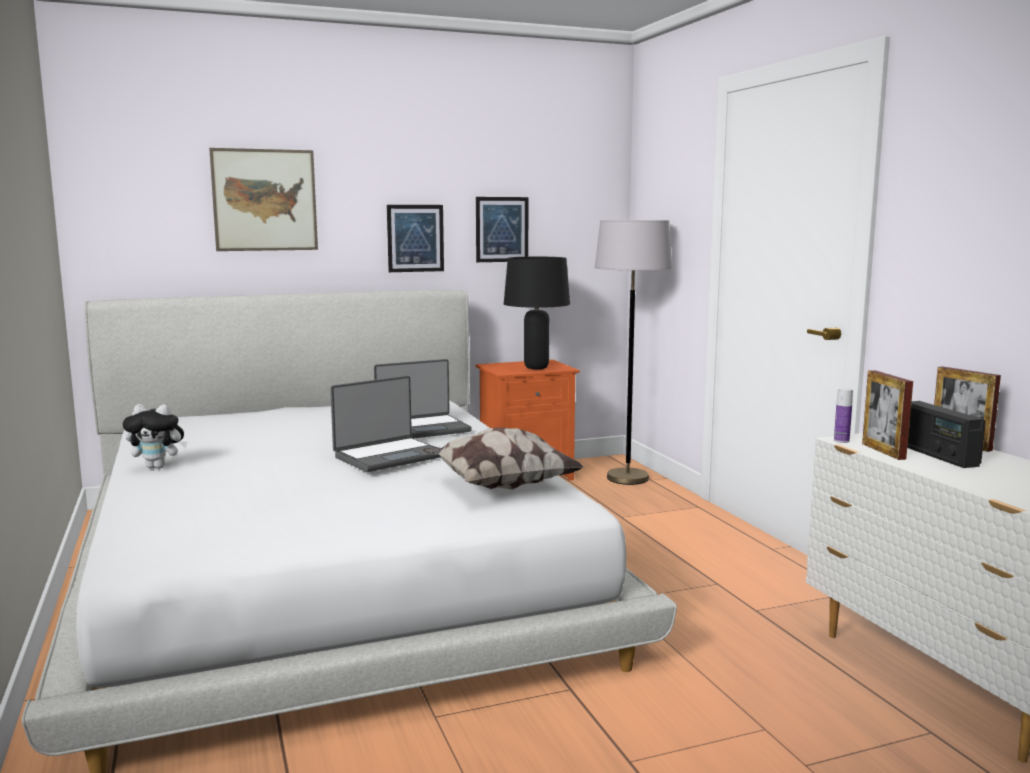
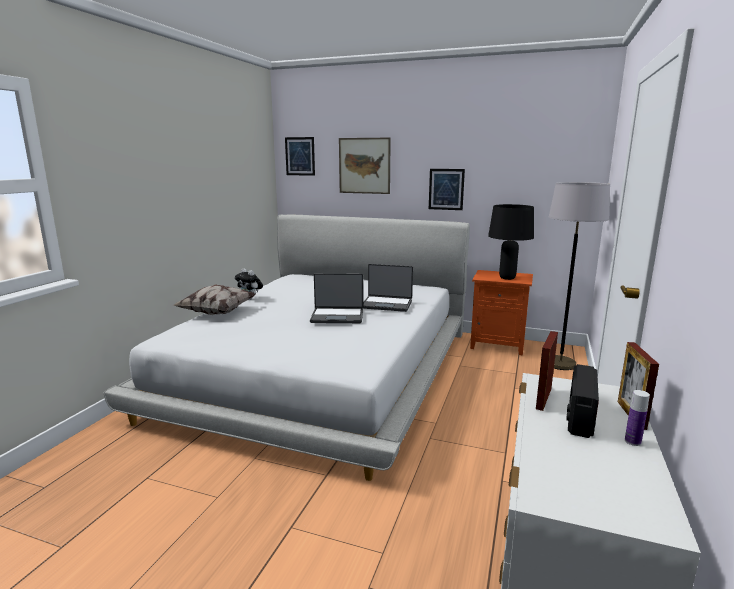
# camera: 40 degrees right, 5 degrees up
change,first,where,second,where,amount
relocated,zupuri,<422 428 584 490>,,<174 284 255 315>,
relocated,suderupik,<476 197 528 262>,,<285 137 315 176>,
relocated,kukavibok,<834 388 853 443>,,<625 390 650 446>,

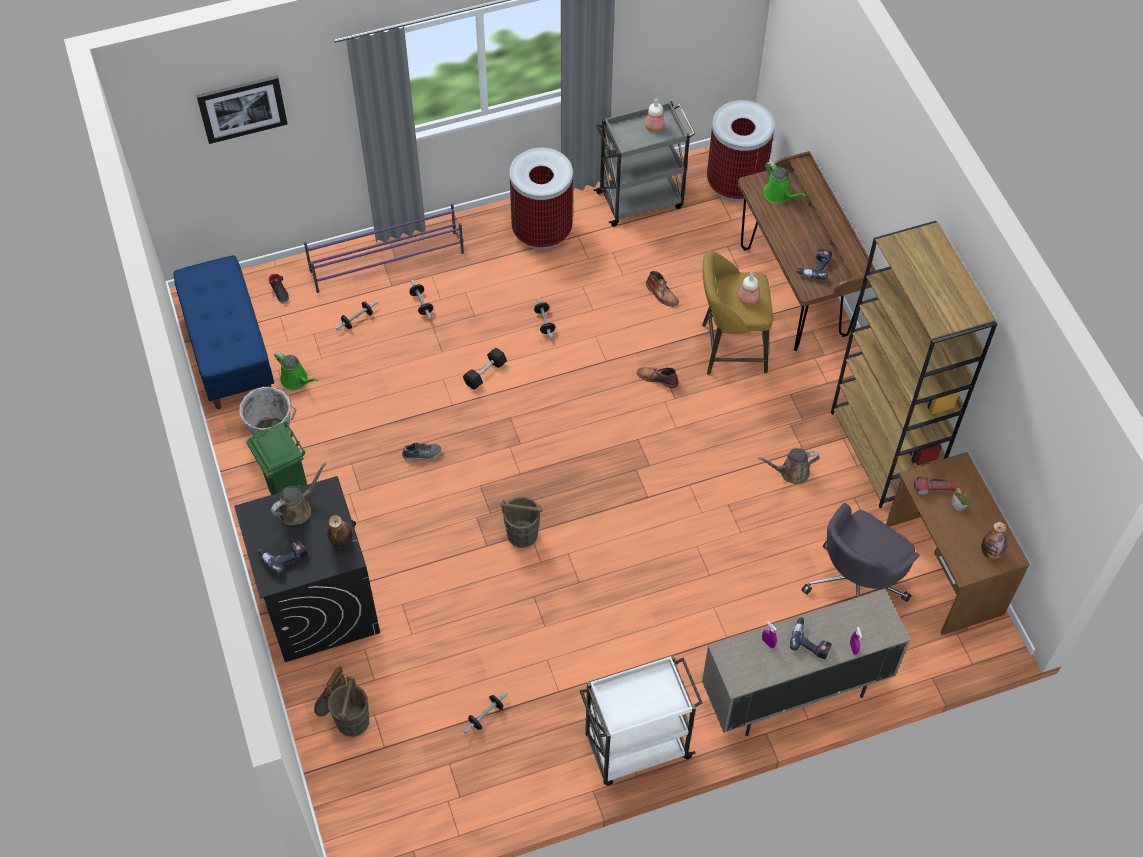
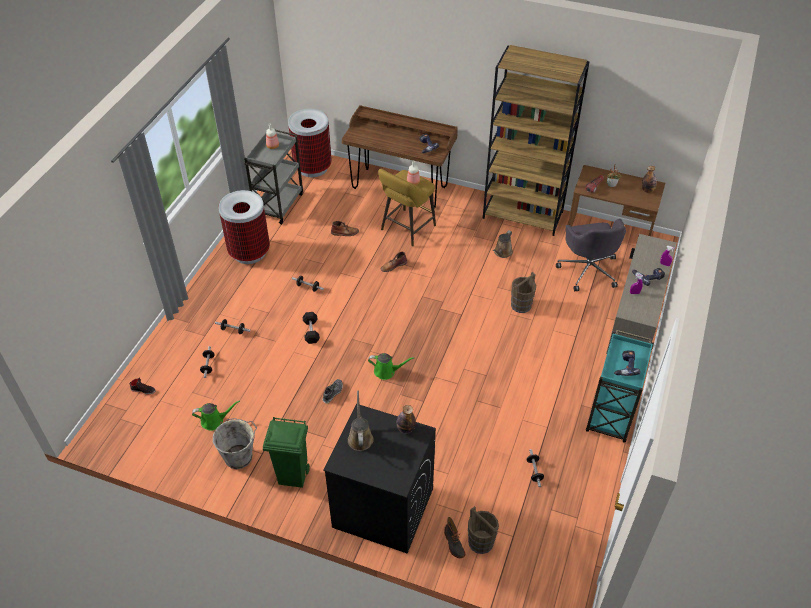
# camera: 50 degrees left, 10 degrees down
change,first,where,second,where,amount
missing,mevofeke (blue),<173 255 274 409>,,,
missing,suderupik,<196 75 288 144>,,,
missing,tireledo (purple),<304 203 464 293>,,,
relocated,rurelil,<258 540 308 575>,,<614 350 641 376>,
relocated,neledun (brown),<500 496 542 548>,,<511 272 536 313>,
relocated,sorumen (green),<764 161 806 204>,,<368 353 414 380>,
colour,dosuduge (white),<580 655 702 786>,dosuduge (turquoise),<586 330 654 443>,

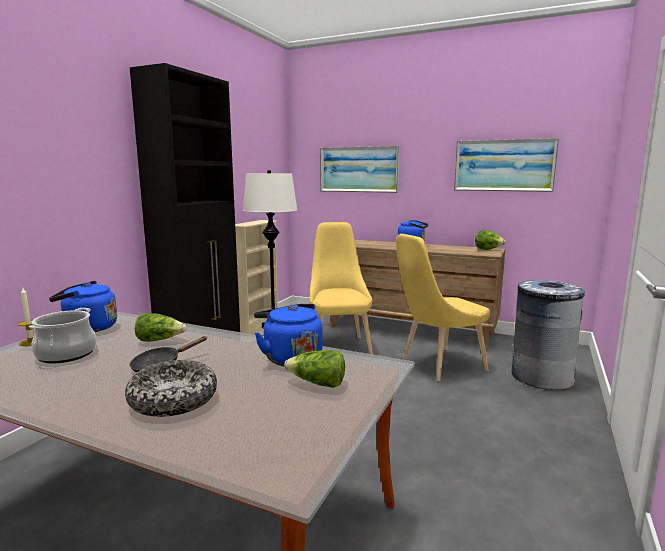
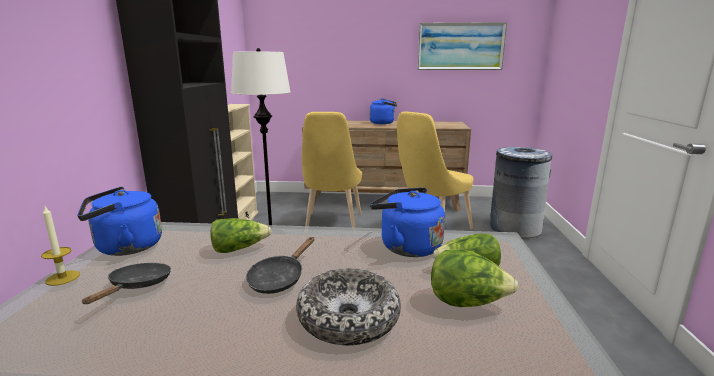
# camera: 20 degrees left, 5 degrees up
change,first,where,second,where,amount
missing,suderupik,<320 146 400 193>,,,
relocated,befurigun,<475 230 506 250>,,<431 250 518 307>,
exchanged,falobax,<29 308 97 363>,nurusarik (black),<82 263 171 304>,
spun,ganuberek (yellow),<310 222 373 355>,,<302 112 362 228>,150 degrees counterclockwise

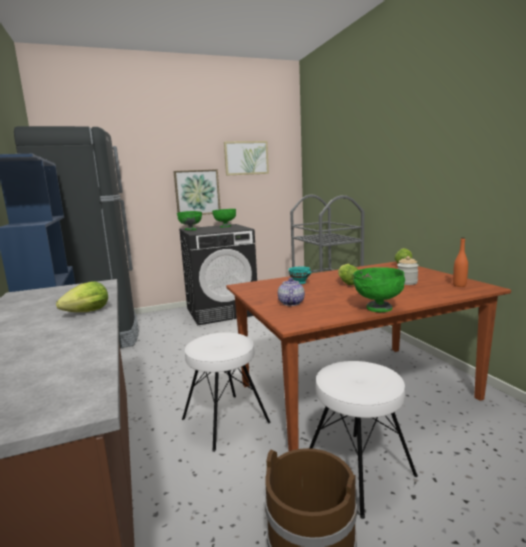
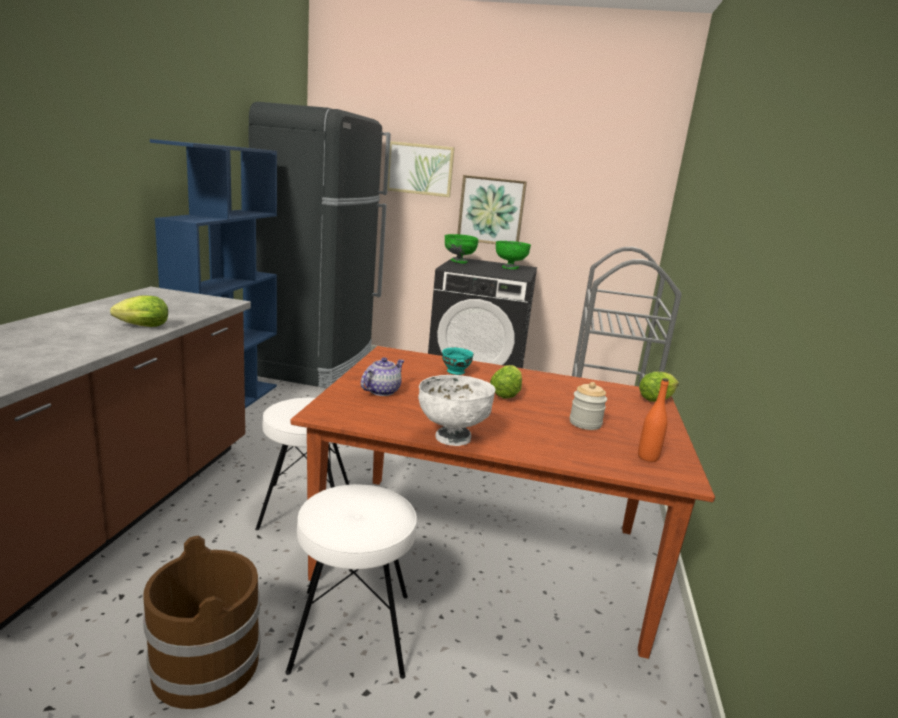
# camera: 30 degrees right, 5 degrees up
change,first,where,second,where,amount
relocated,suderupik,<224 141 269 176>,,<387 141 455 197>,
colour,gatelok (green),<353 267 405 312>,gatelok (white),<418 375 495 446>,

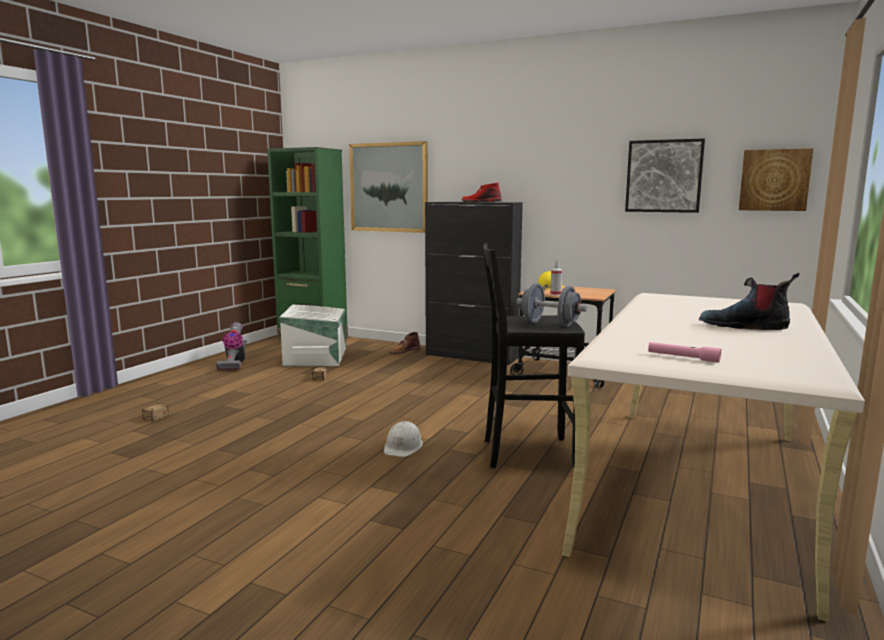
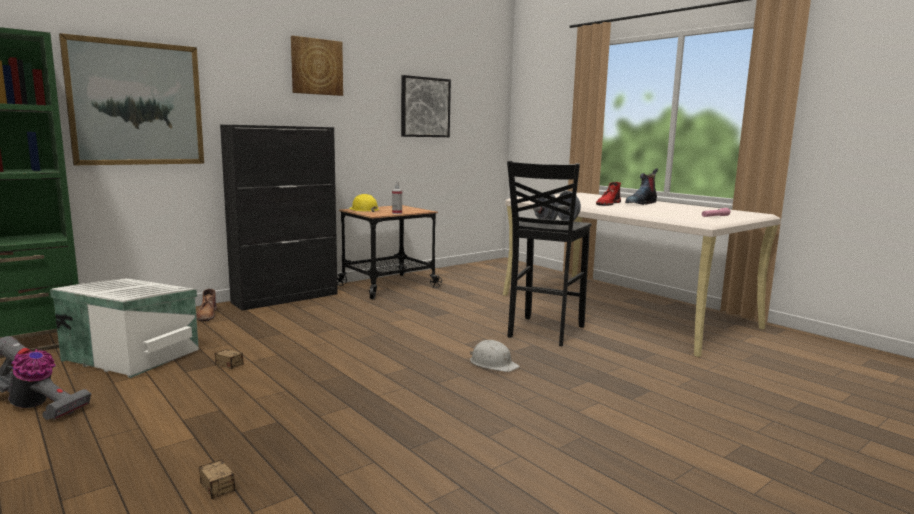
# camera: 65 degrees left, 0 degrees up
change,first,where,second,where,amount
relocated,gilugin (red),<462 183 502 202>,,<596 182 621 206>,
relocated,suderupik,<739 148 813 211>,,<291 36 343 96>,

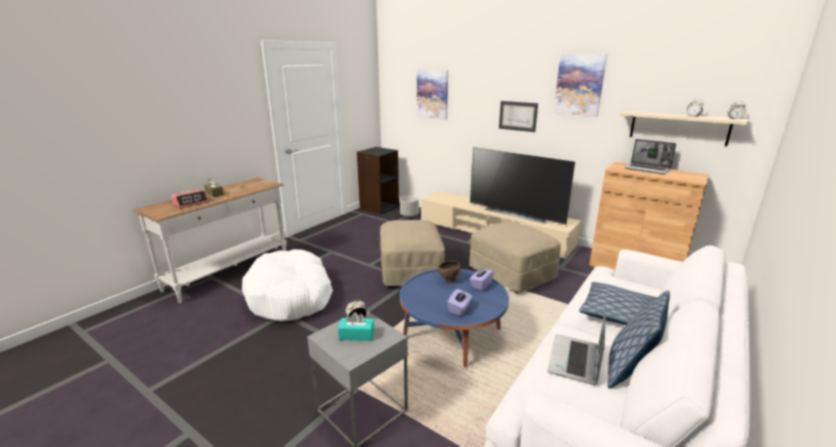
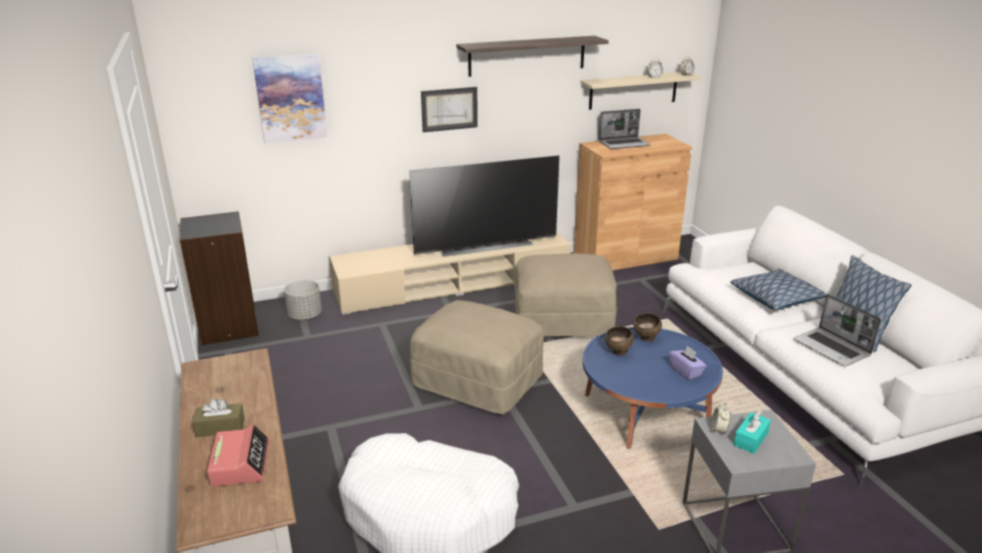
# camera: 55 degrees left, 5 degrees up
change,first,where,second,where,amount
exchanged,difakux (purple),<470 265 494 291>,gatelok (brown),<633 313 662 342>,
exchanged,suderupik,<553 54 607 117>,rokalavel,<456 36 609 77>,

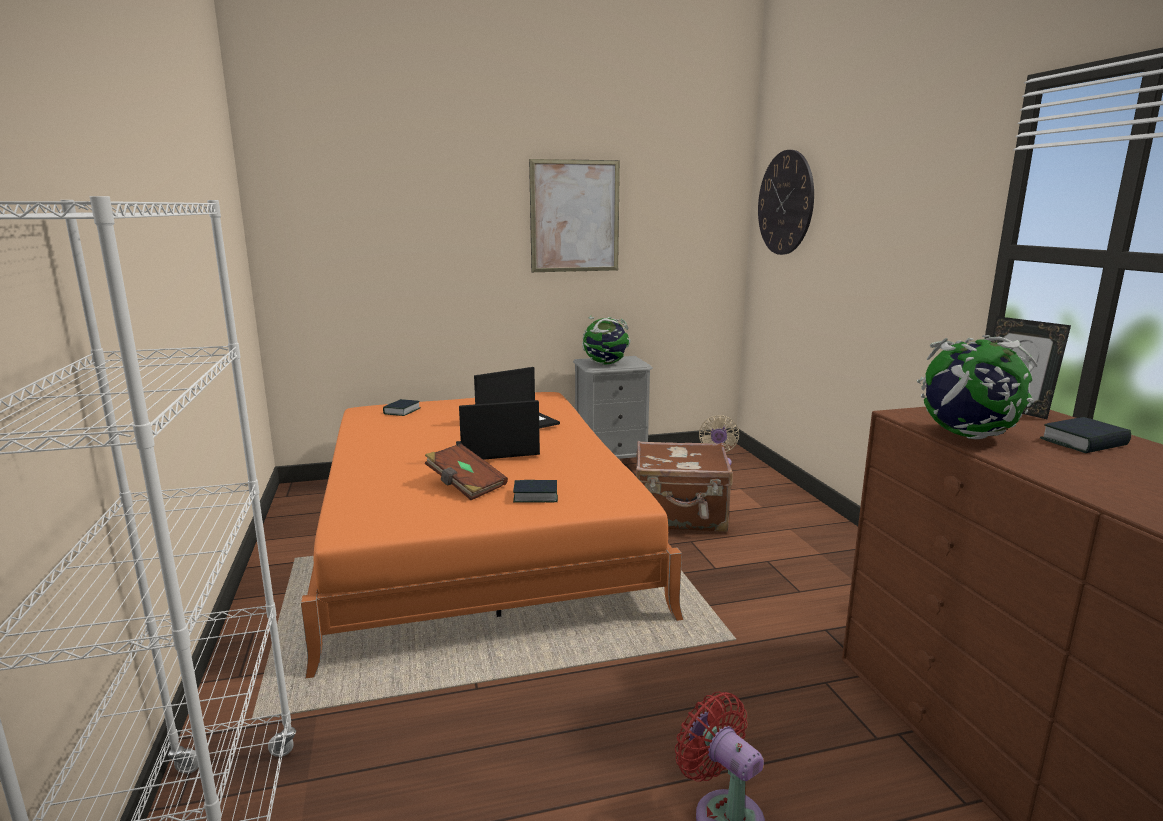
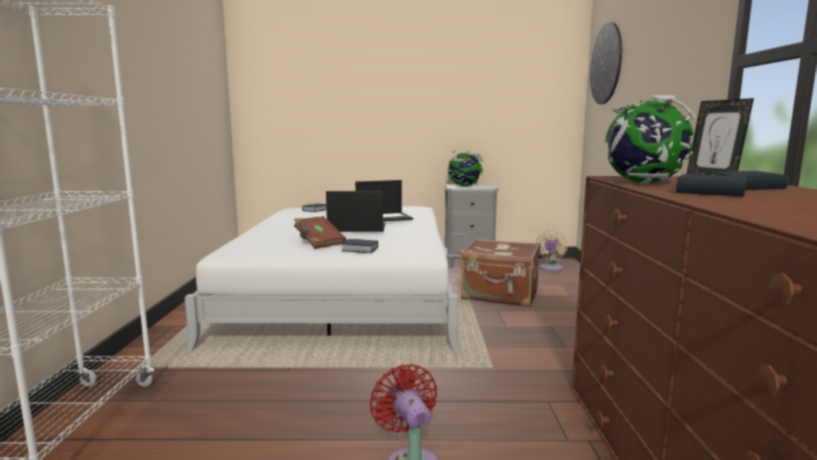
# camera: 15 degrees right, 5 degrees down
change,first,where,second,where,amount
missing,suderupik,<529 159 620 272>,,,
appeared,,,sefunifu,<676 174 747 197>,
colour,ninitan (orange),<301 392 684 678>,ninitan (white),<185 206 460 352>,

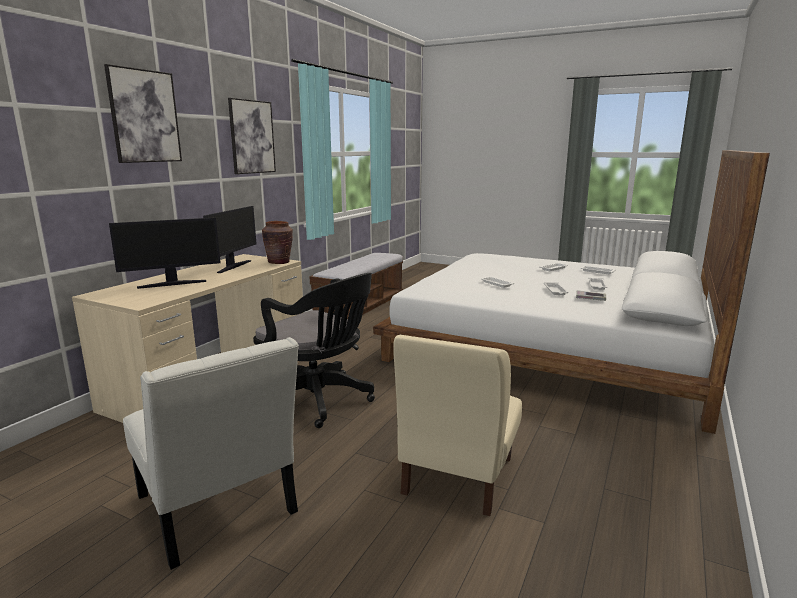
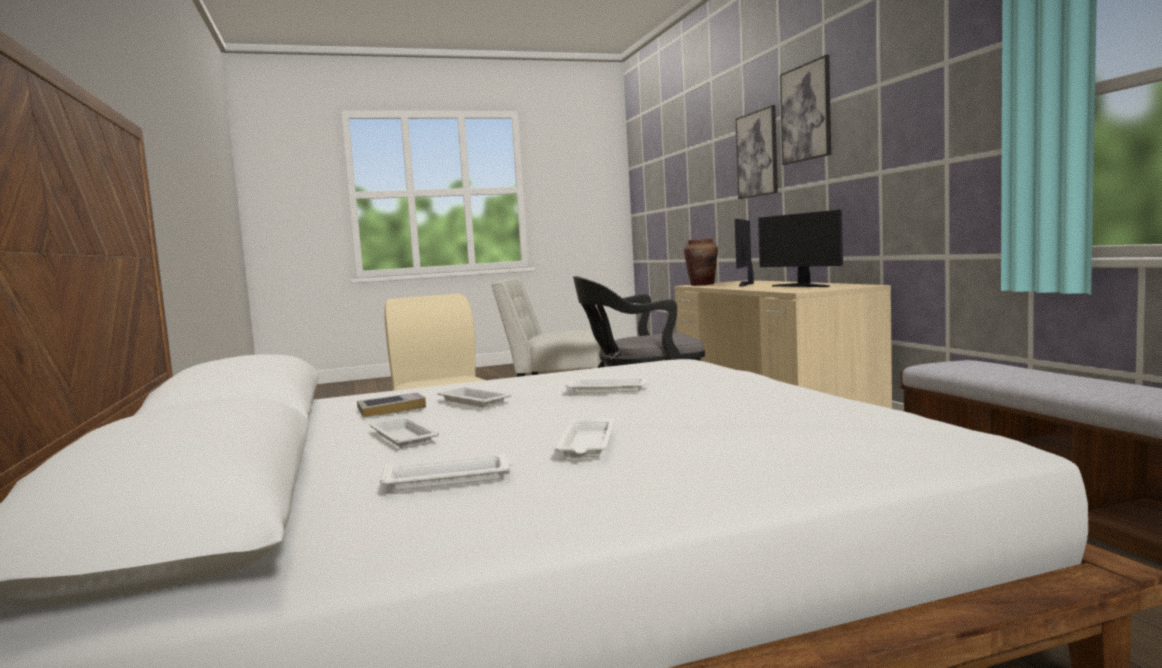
# camera: 135 degrees right, 10 degrees down
change,first,where,second,where,amount
relocated,suderupik,<228 98 276 174>,,<736 105 778 199>,
relocated,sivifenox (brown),<262 221 293 264>,,<684 239 718 286>,

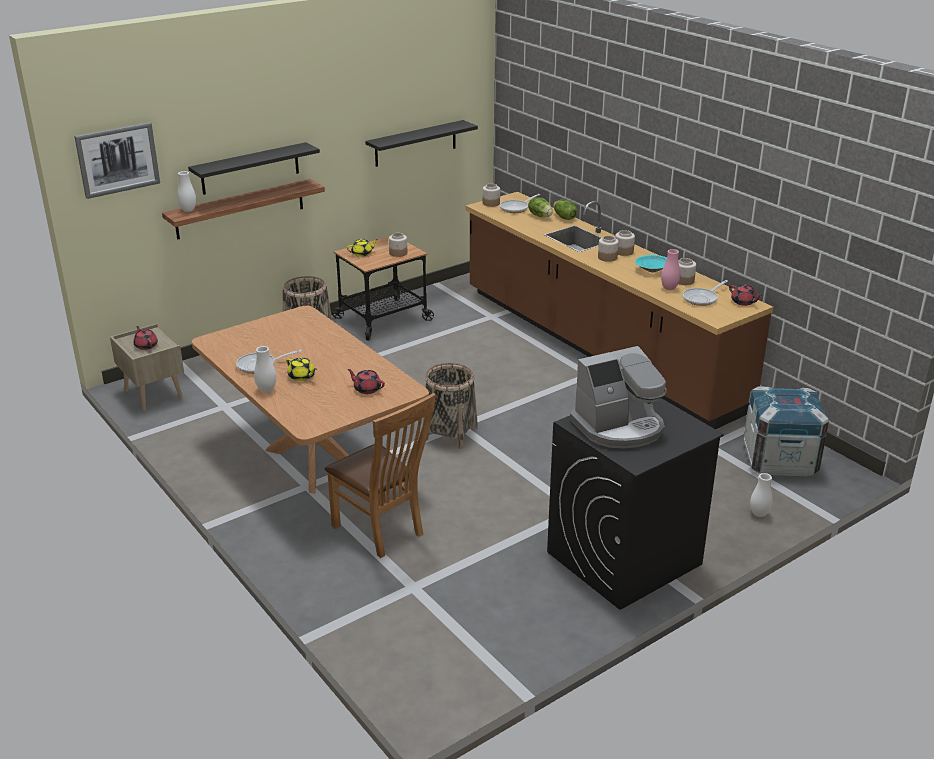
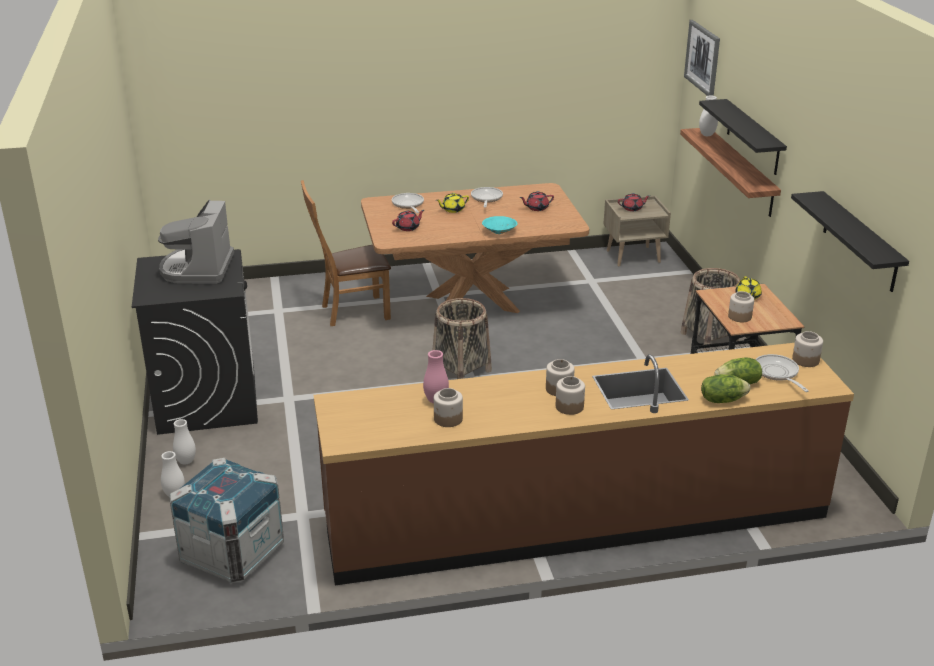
# camera: 115 degrees right, 0 degrees up
change,first,where,second,where,amount
relocated,sivifenox (white),<254 346 276 392>,,<173 419 196 465>,
relocated,gatelok (turquoise),<635 255 667 273>,,<482 216 518 234>,
relocated,nurusarik,<683 280 728 306>,,<392 193 424 213>,
relocated,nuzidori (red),<729 284 762 306>,,<519 191 554 211>,

